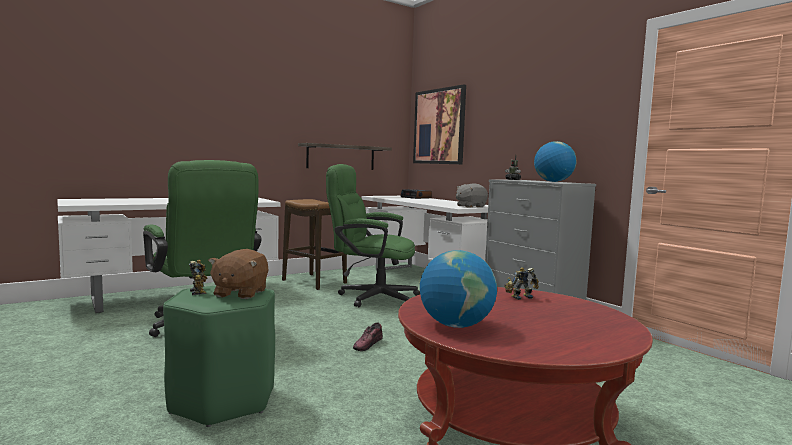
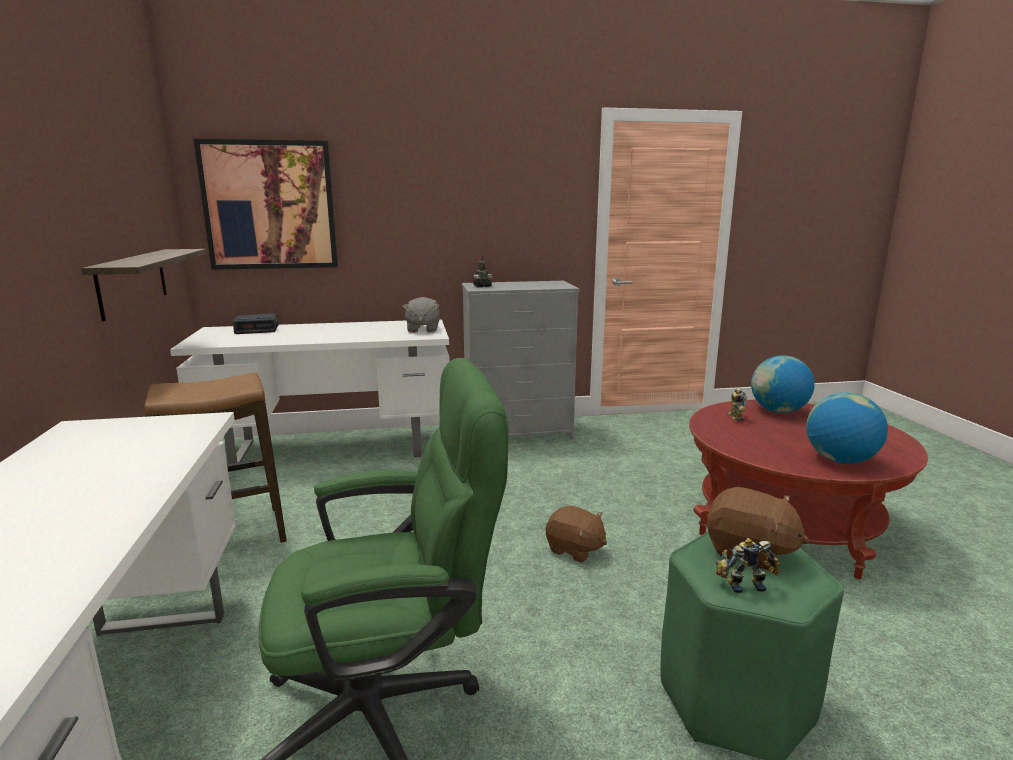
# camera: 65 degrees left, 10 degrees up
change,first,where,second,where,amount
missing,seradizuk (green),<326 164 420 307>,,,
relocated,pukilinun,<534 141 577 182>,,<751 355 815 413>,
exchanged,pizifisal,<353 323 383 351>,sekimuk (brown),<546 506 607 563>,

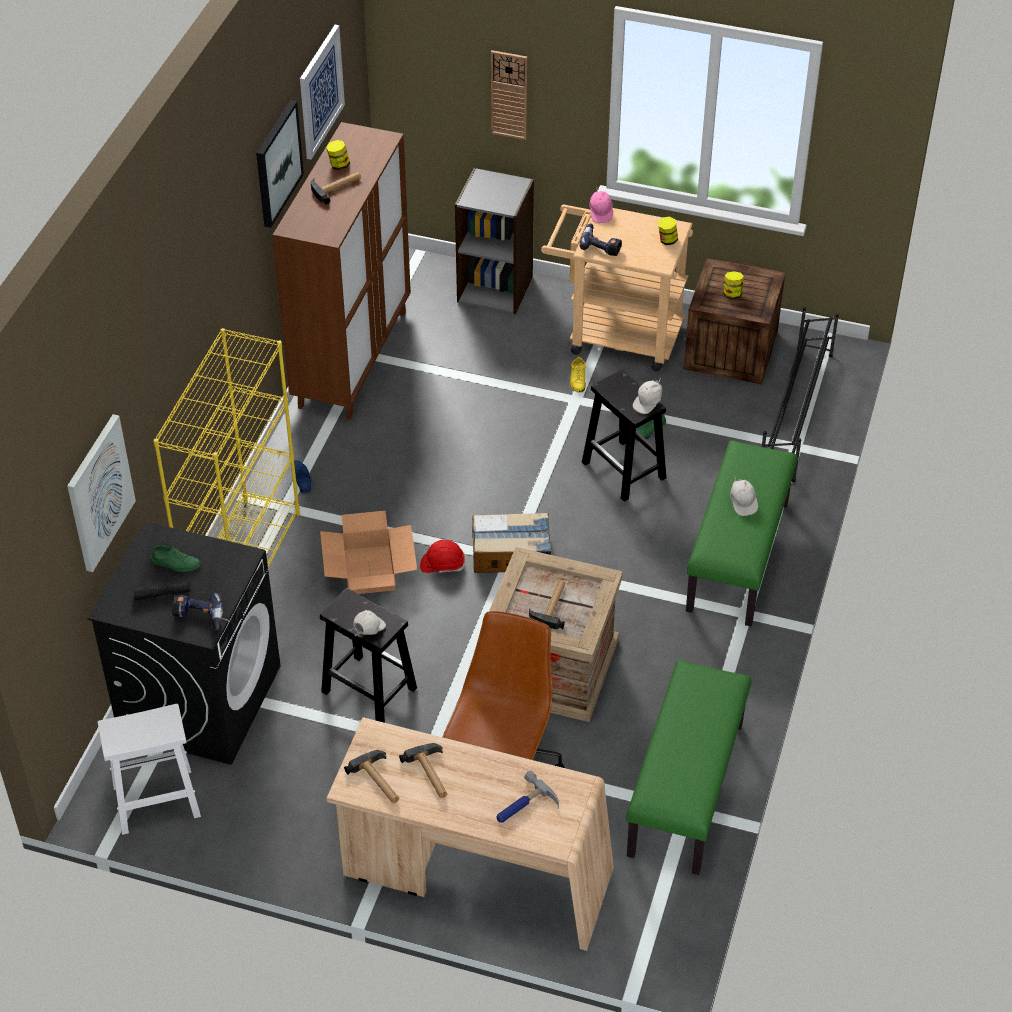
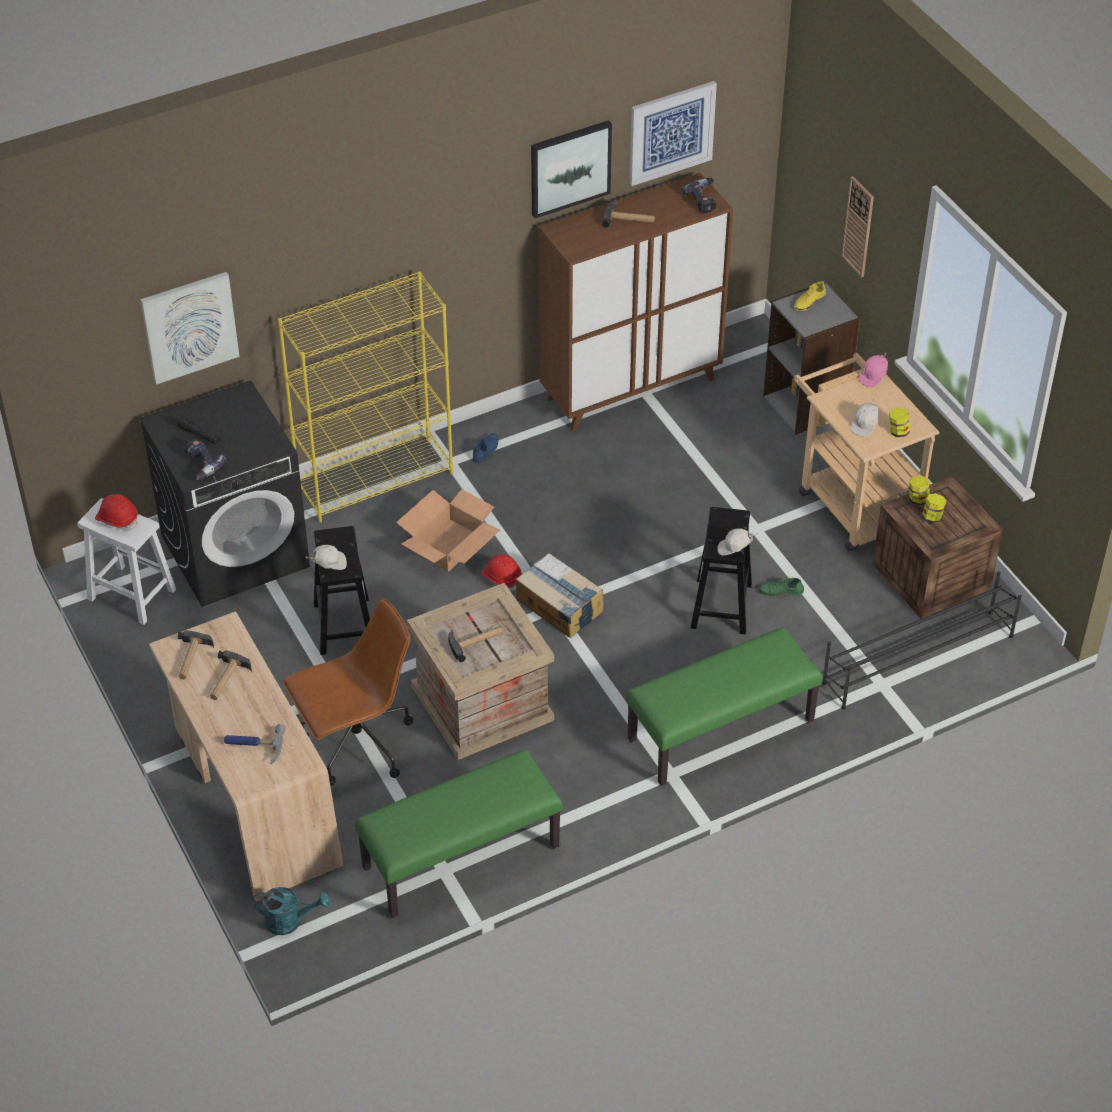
# camera: 45 degrees right, 0 degrees up
change,first,where,second,where,amount
missing,pizifisal (green),<150 545 201 572>,,,
appeared,,,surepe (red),<95 494 138 531>,
appeared,,,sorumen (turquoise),<252 887 330 935>,
relocated,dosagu,<326 140 350 170>,,<909 475 930 505>,
relocated,pizifisal (yellow),<570 357 586 393>,,<794 281 826 311>,
relocated,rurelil,<580 223 622 256>,,<681 178 716 214>,
relocated,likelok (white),<730 476 758 516>,,<851 399 879 437>,

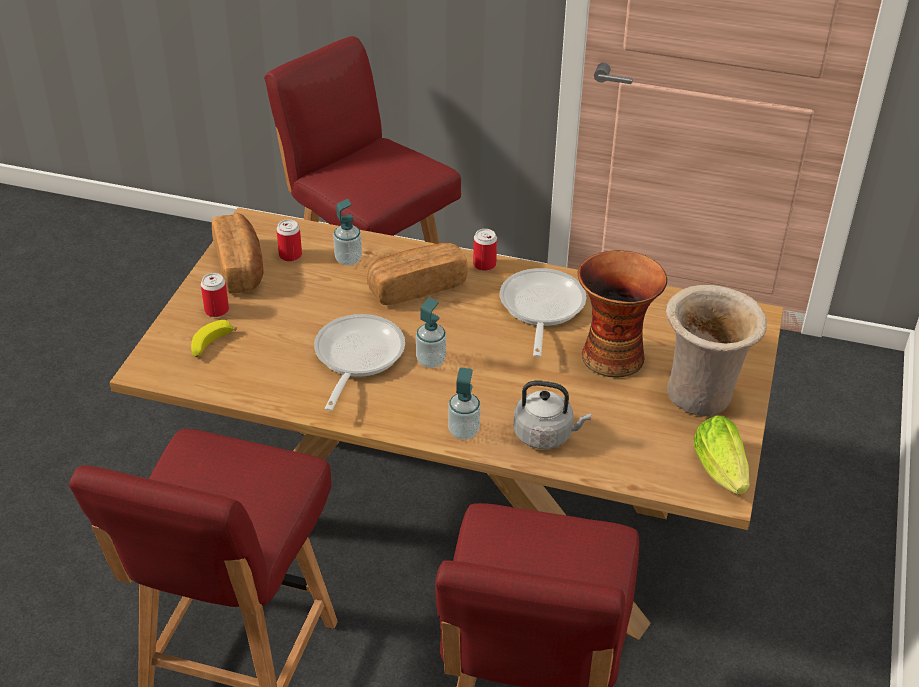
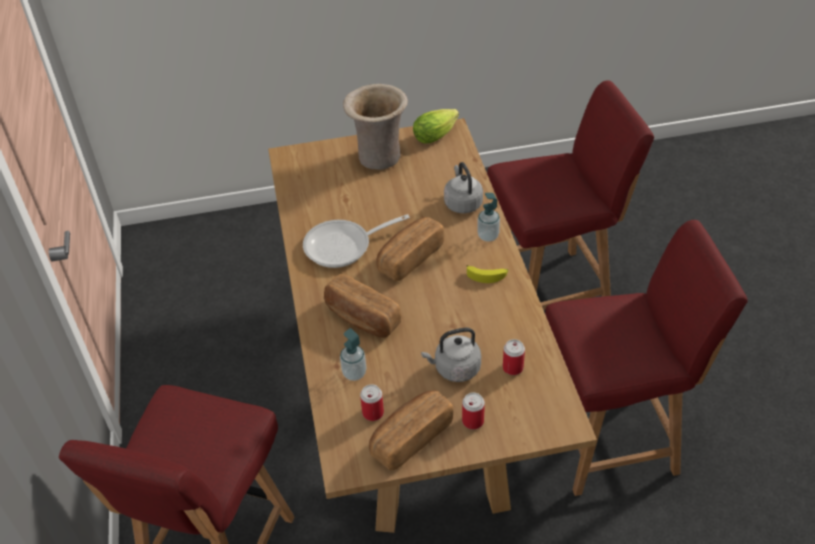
# camera: 115 degrees left, 5 degrees up
change,first,where,second,where,amount
missing,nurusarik,<314 314 405 411>,,,
missing,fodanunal,<416 297 446 368>,,,
missing,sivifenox,<578 250 667 378>,,,
appeared,,,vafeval,<376 217 444 281>,
appeared,,,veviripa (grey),<421 328 481 382>,
relocated,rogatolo,<191 320 237 357>,,<466 265 508 283>,
relocated,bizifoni,<473 229 497 271>,,<503 339 525 375>,

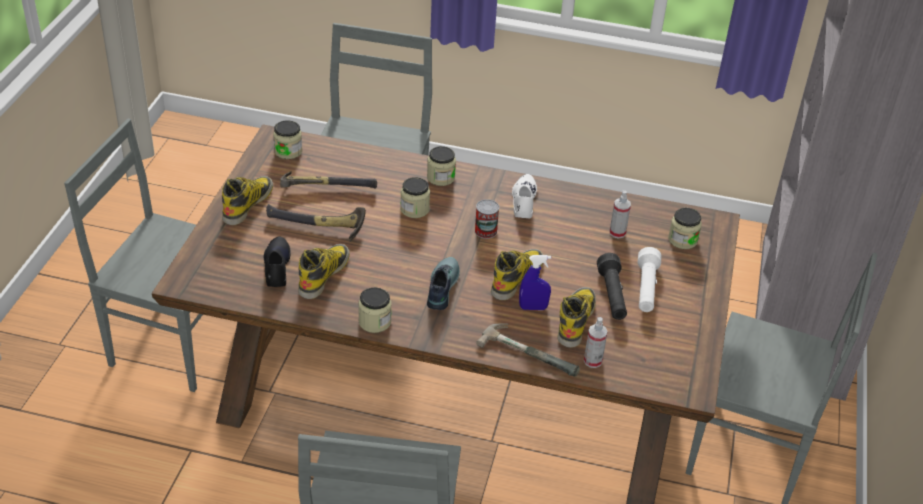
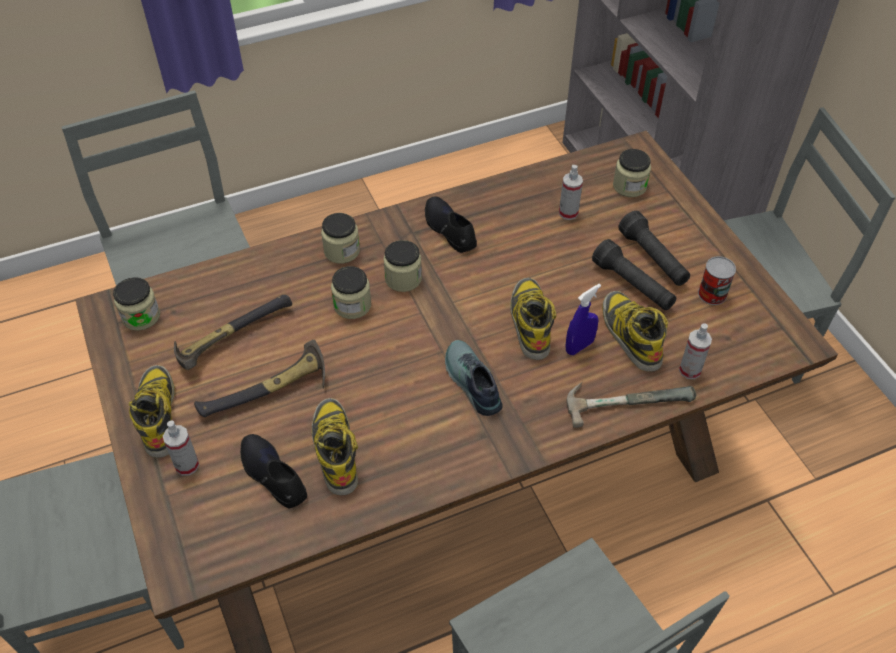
# camera: 35 degrees left, 10 degrees up
change,first,where,second,where,amount
appeared,,,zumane,<163 421 199 476>,
relocated,dosagu,<358 287 392 333>,,<383 240 422 292>,
relocated,bizifoni,<475 199 499 239>,,<698 256 736 305>,
colour,pizifisal (white),<512 174 537 218>,pizifisal (black),<425 196 477 253>,
colour,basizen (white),<638 247 661 312>,basizen (black),<618 211 690 286>,

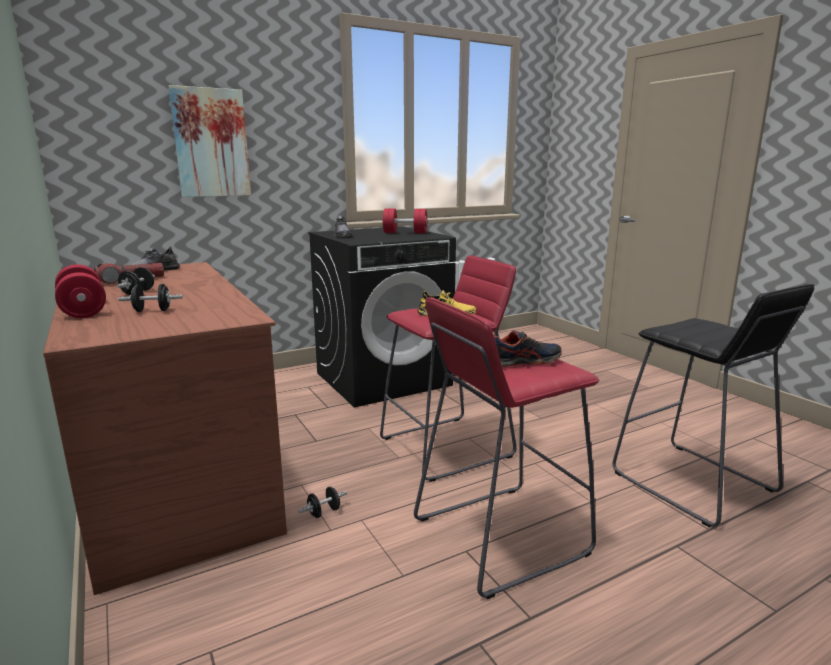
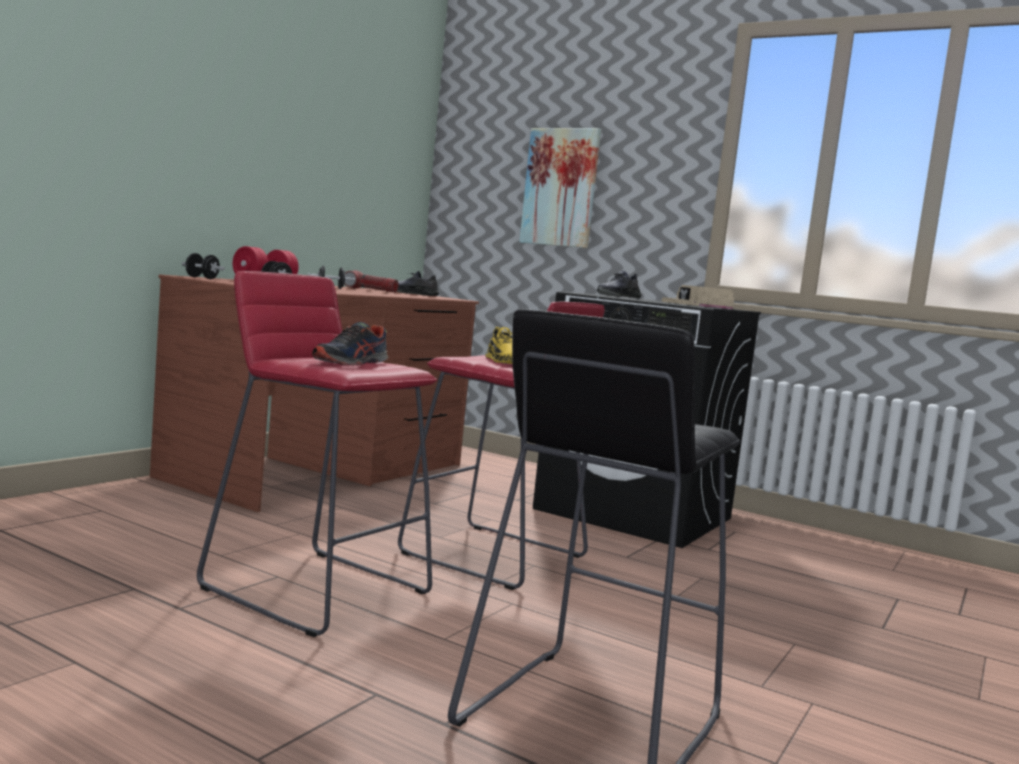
# camera: 60 degrees right, 10 degrees down
change,first,where,second,where,amount
relocated,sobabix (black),<299 486 347 518>,,<182 253 225 279>,
exchanged,sobabix (red),<383 208 428 233>,likelok (beige),<661 285 734 309>,
spun,pizifisal,<493 330 562 367>,,<312 322 388 366>,75 degrees clockwise

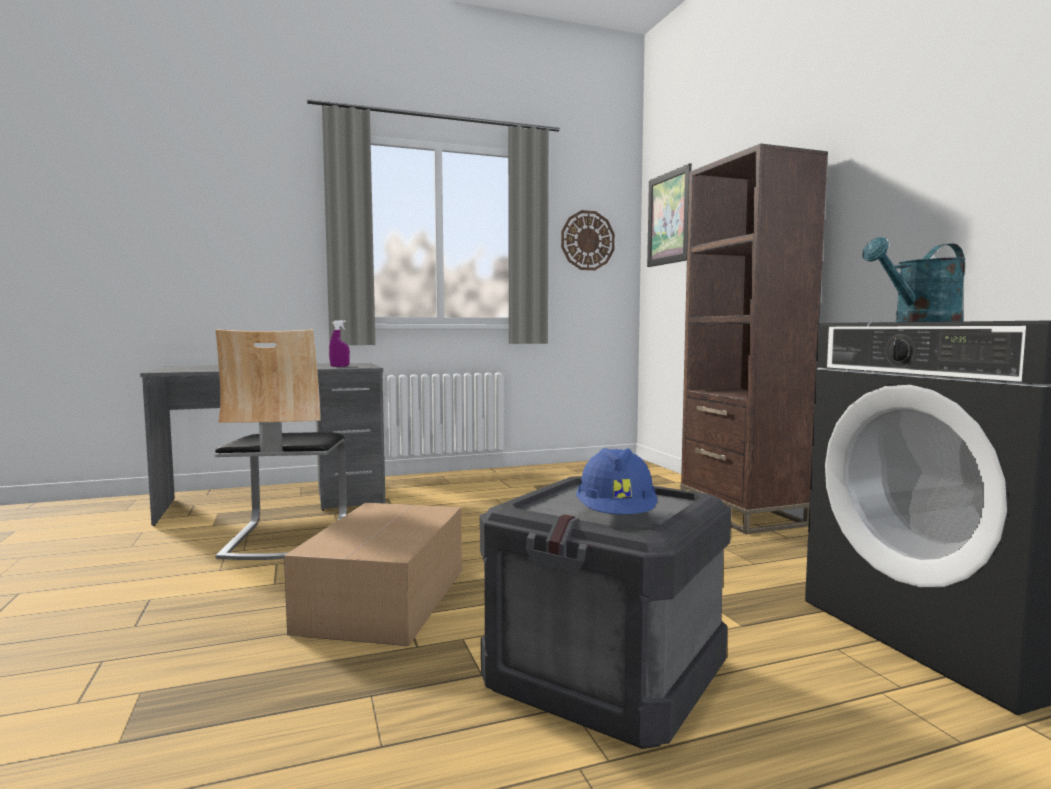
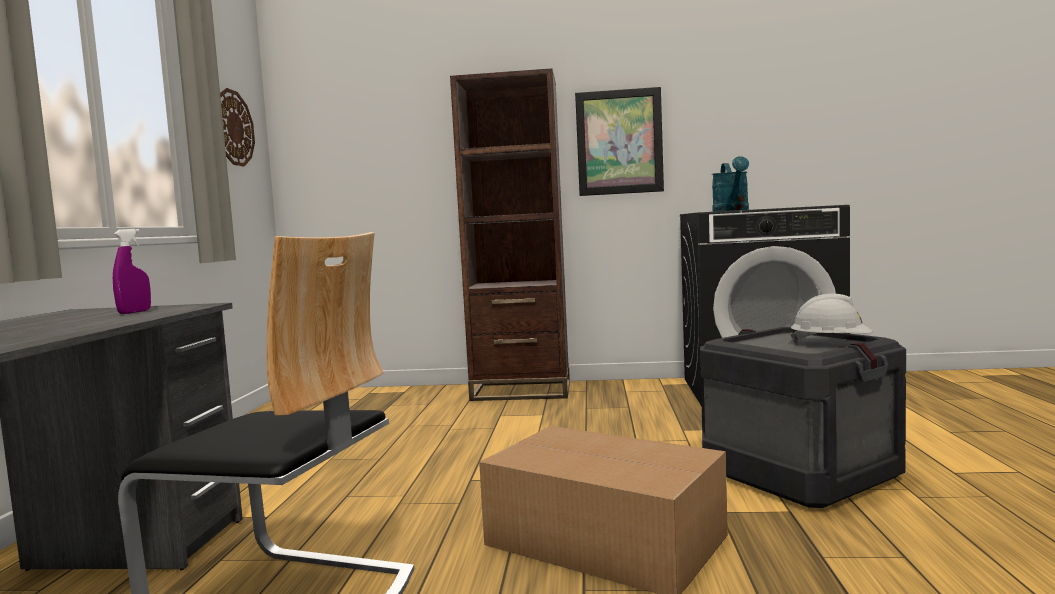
# camera: 65 degrees left, 0 degrees up
change,first,where,second,where,amount
relocated,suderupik,<647 163 692 267>,,<575 87 664 196>,
colour,surepe (blue),<576 448 657 514>,surepe (white),<790 294 873 343>,

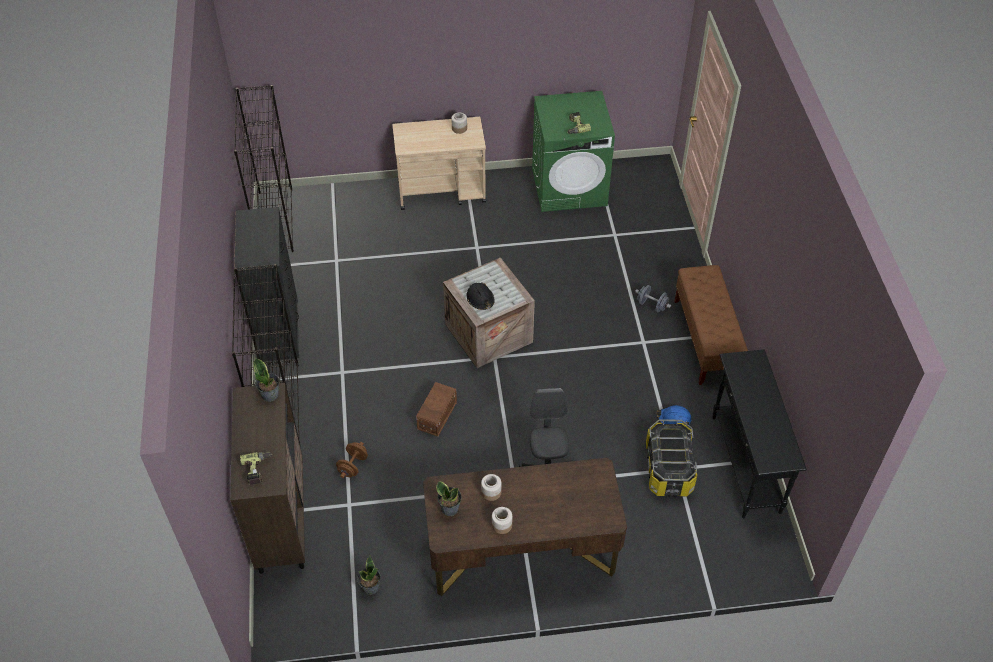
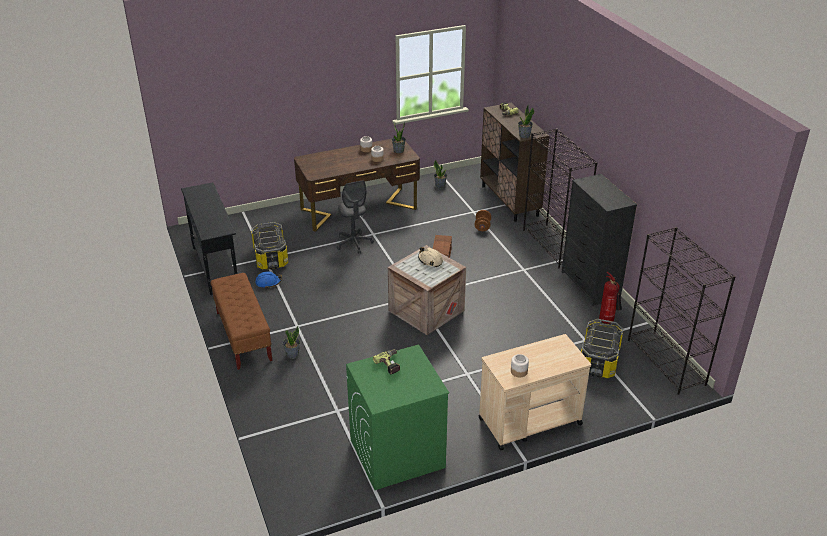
# camera: 165 degrees right, 15 degrees down
change,first,where,second,where,amount
appeared,,,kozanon,<581 319 623 378>,
appeared,,,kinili,<599 272 622 324>,
exchanged,sobabix (grey),<635 285 671 312>,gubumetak,<283 326 300 359>,
colour,surepe (black),<466 282 495 310>,surepe (beige),<418 247 443 267>,

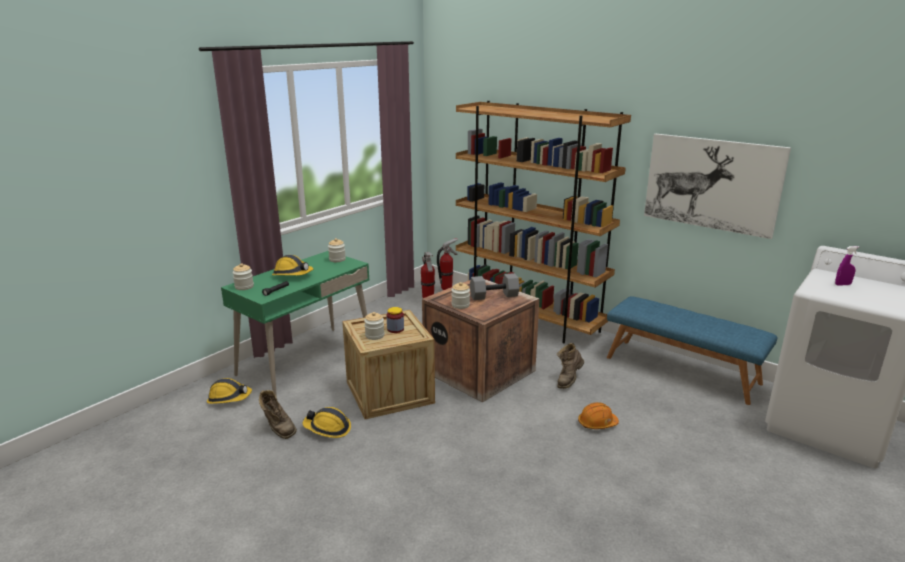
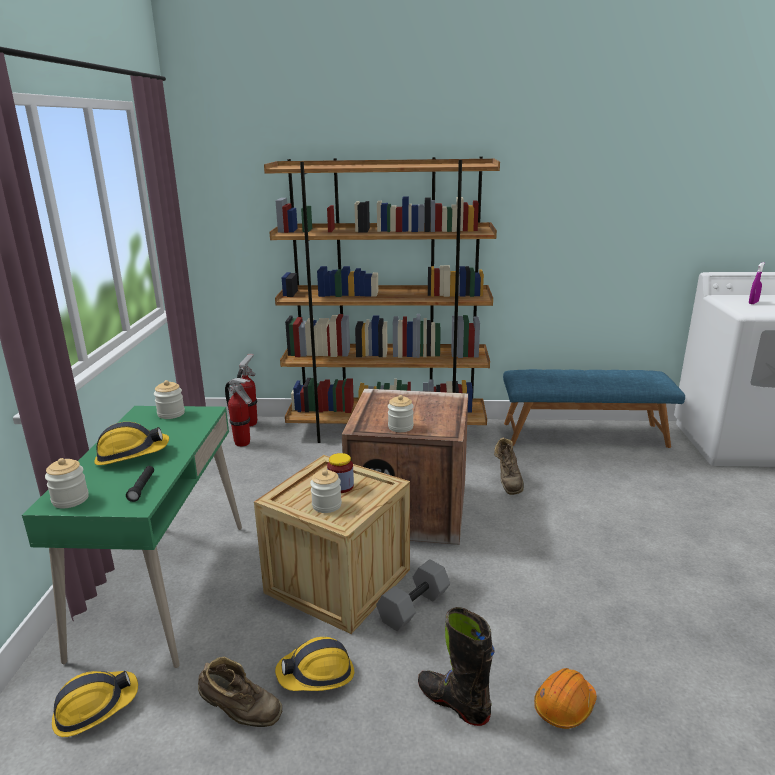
# camera: 35 degrees left, 0 degrees up
change,first,where,second,where,amount
missing,suderupik,<644 134 791 239>,,,
appeared,,,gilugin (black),<418 607 495 726>,
relocated,sobabix (grey),<470 273 520 300>,,<376 559 450 631>,
relocated,surepe (orange),<578 402 619 429>,,<534 668 597 729>,

